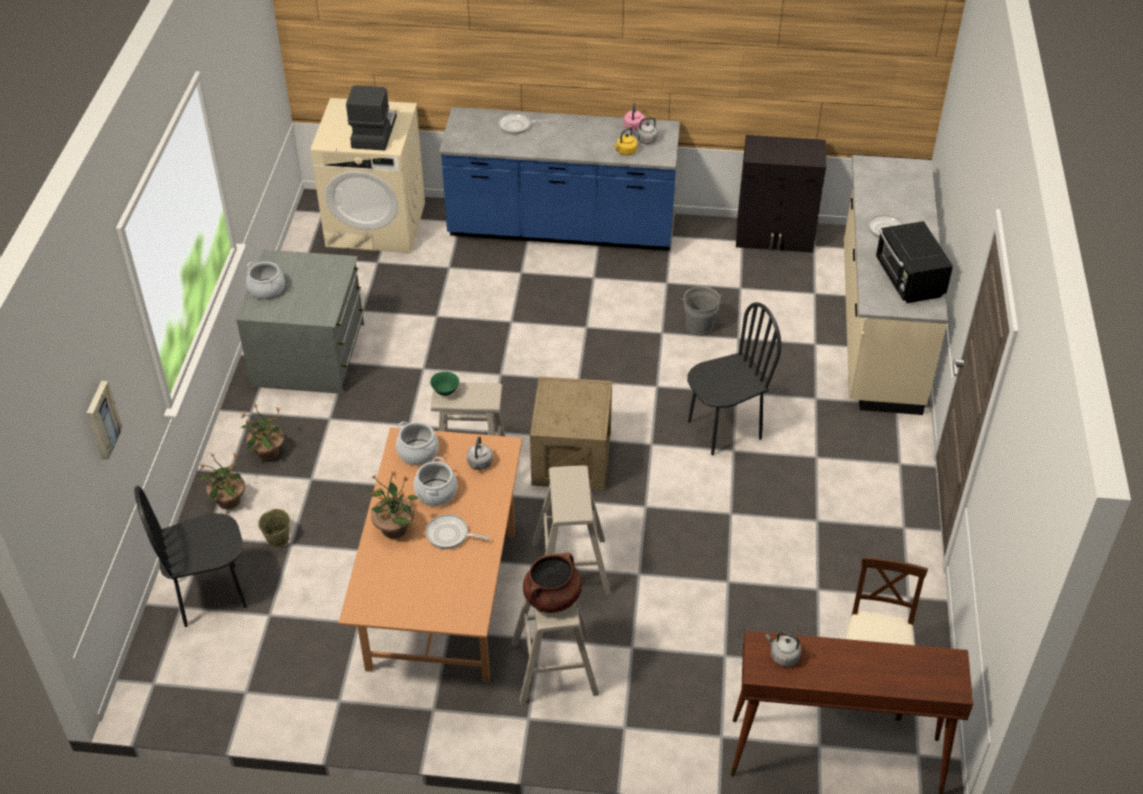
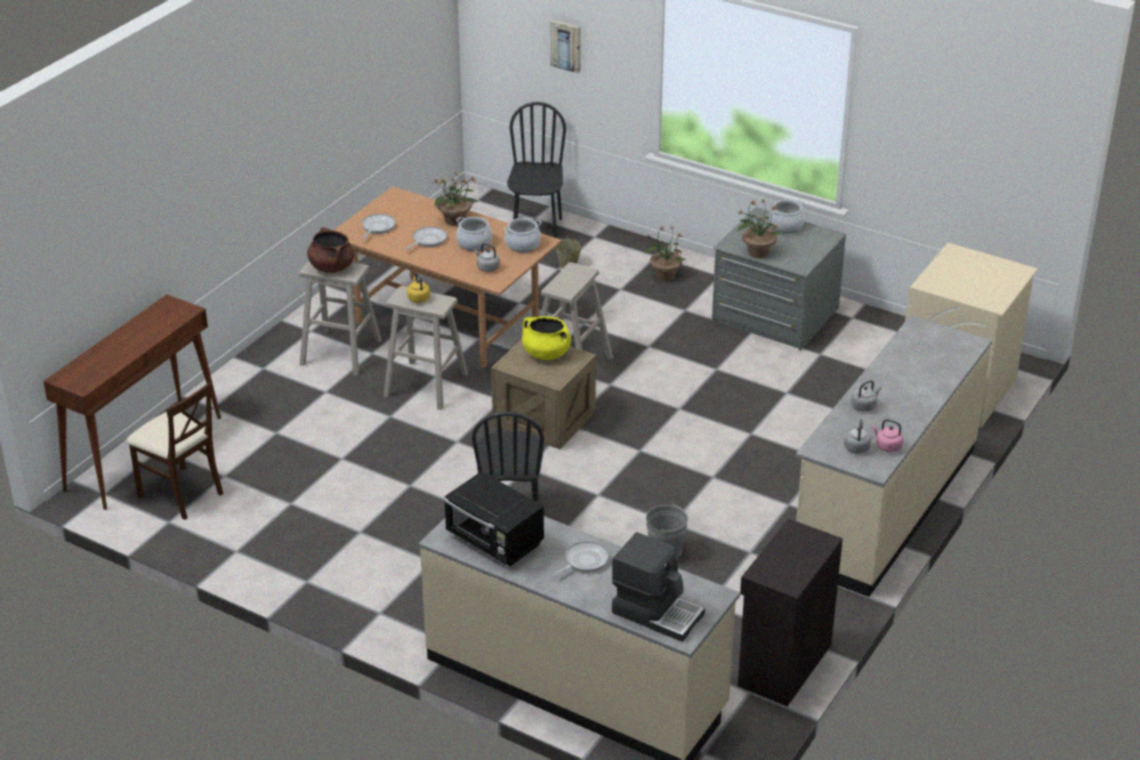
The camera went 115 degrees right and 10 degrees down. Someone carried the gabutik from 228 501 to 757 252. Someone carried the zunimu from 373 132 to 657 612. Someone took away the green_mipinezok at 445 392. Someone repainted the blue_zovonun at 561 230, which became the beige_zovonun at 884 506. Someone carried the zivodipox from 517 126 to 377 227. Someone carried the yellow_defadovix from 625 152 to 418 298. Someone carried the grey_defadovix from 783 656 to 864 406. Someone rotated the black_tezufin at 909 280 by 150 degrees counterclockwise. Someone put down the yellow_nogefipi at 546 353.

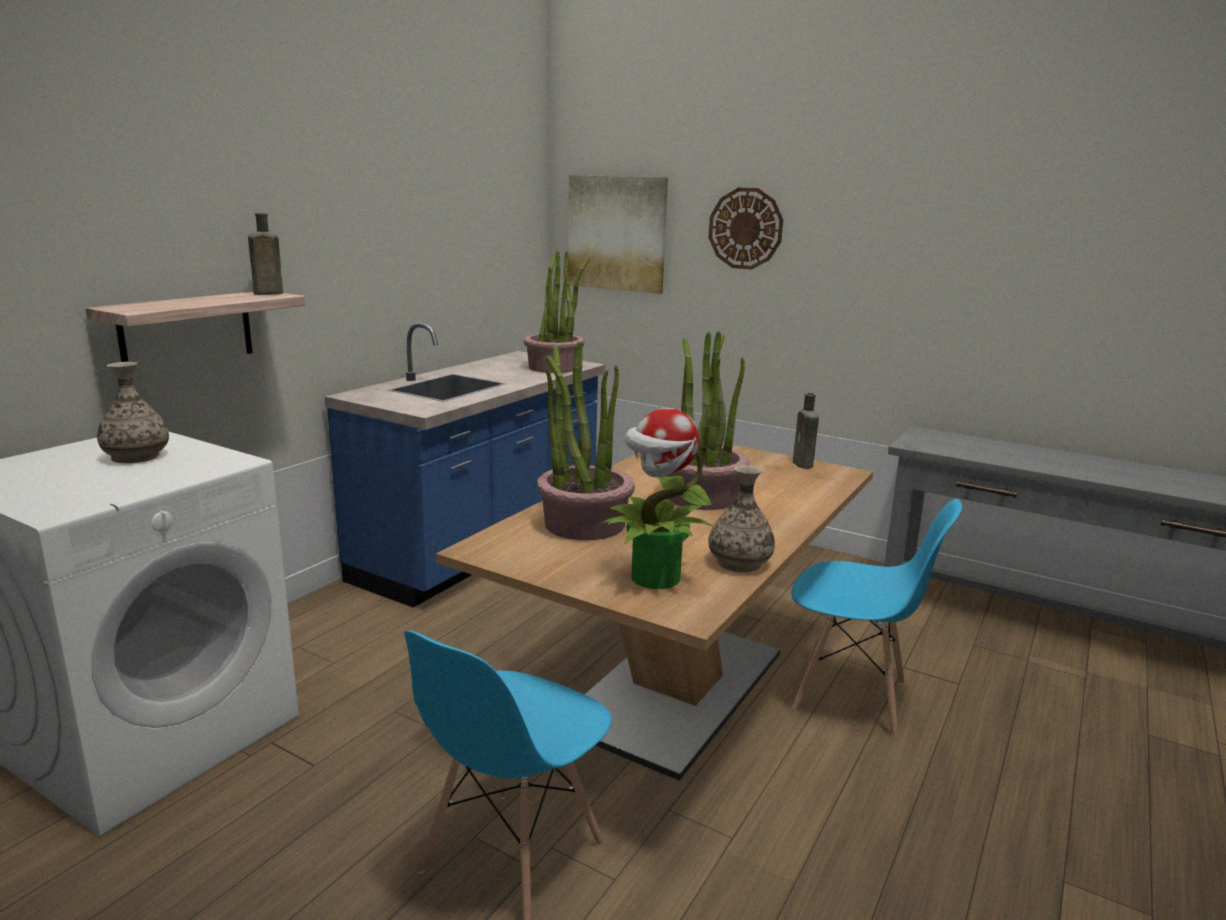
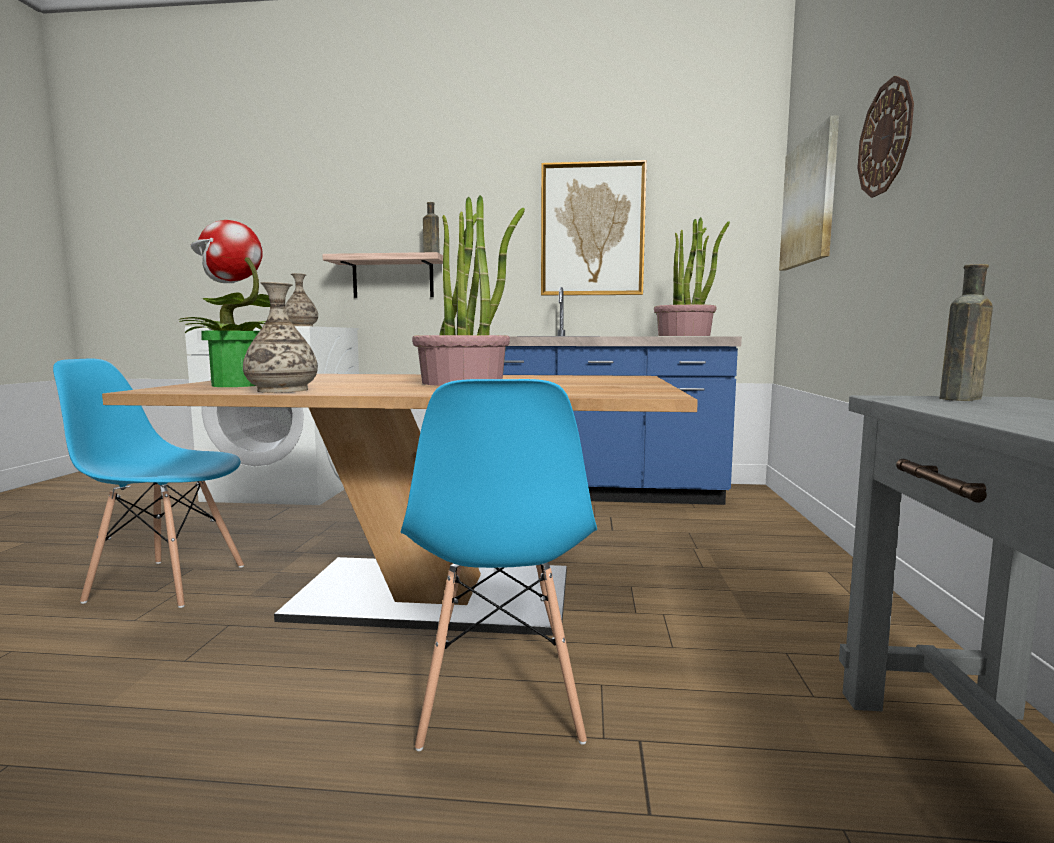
The camera went 65 degrees right and 10 degrees down. Someone took away the gabutik at 584 523. Someone carried the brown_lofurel from 803 465 to 960 399. Someone put up the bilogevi at 592 230.

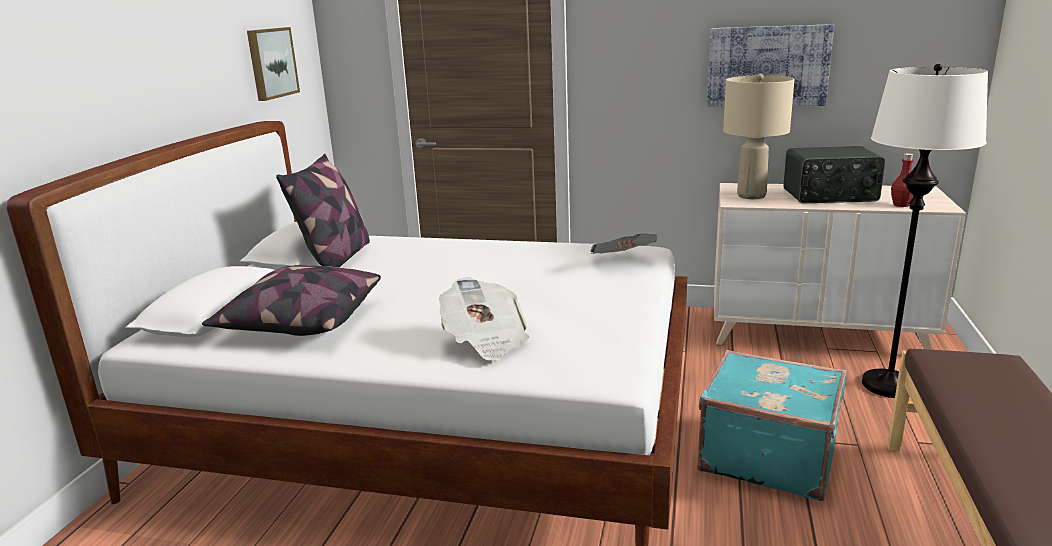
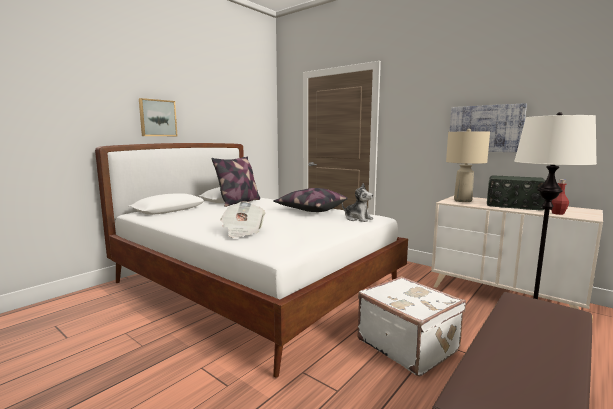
The camera went 25 degrees right and 10 degrees down. Someone carried the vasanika from 300 323 to 310 210. Someone carried the bilogevi from 271 63 to 157 118. Someone swapped the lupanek at 623 262 for the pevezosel at 358 219. Someone repainted the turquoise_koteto at 767 456, which became the white_koteto at 408 344.

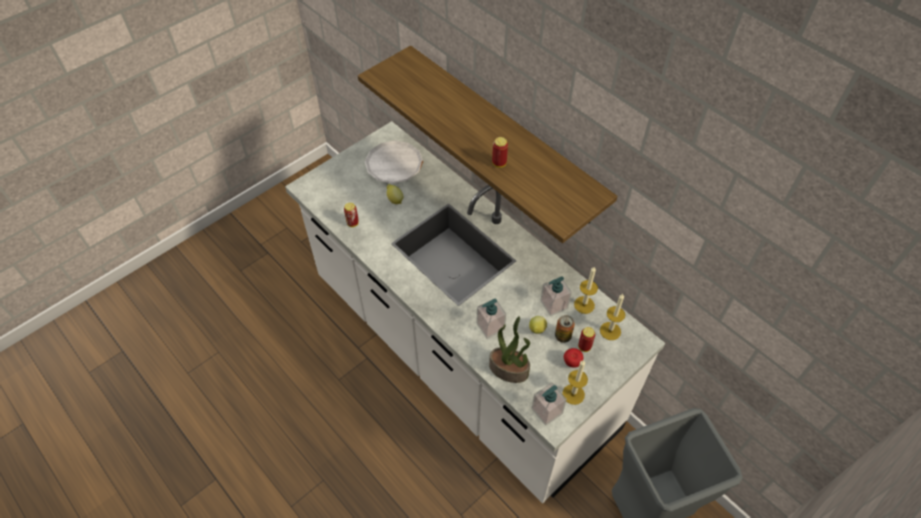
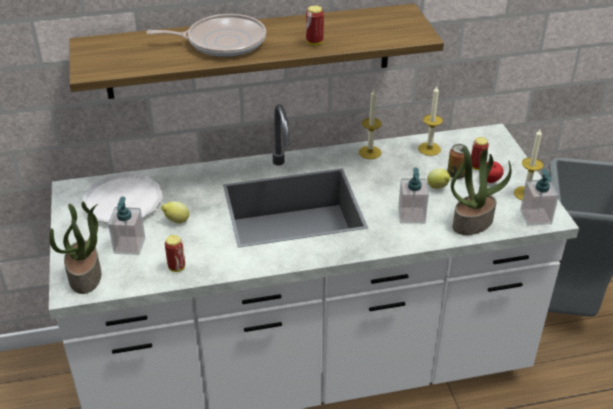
The camera went 60 degrees left and 15 degrees down. Someone carried the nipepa from 553 305 to 129 246. Someone carried the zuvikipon from 610 331 to 370 152. Someone put down the gabutik at 86 276. Someone put down the zivodipox at 222 42.

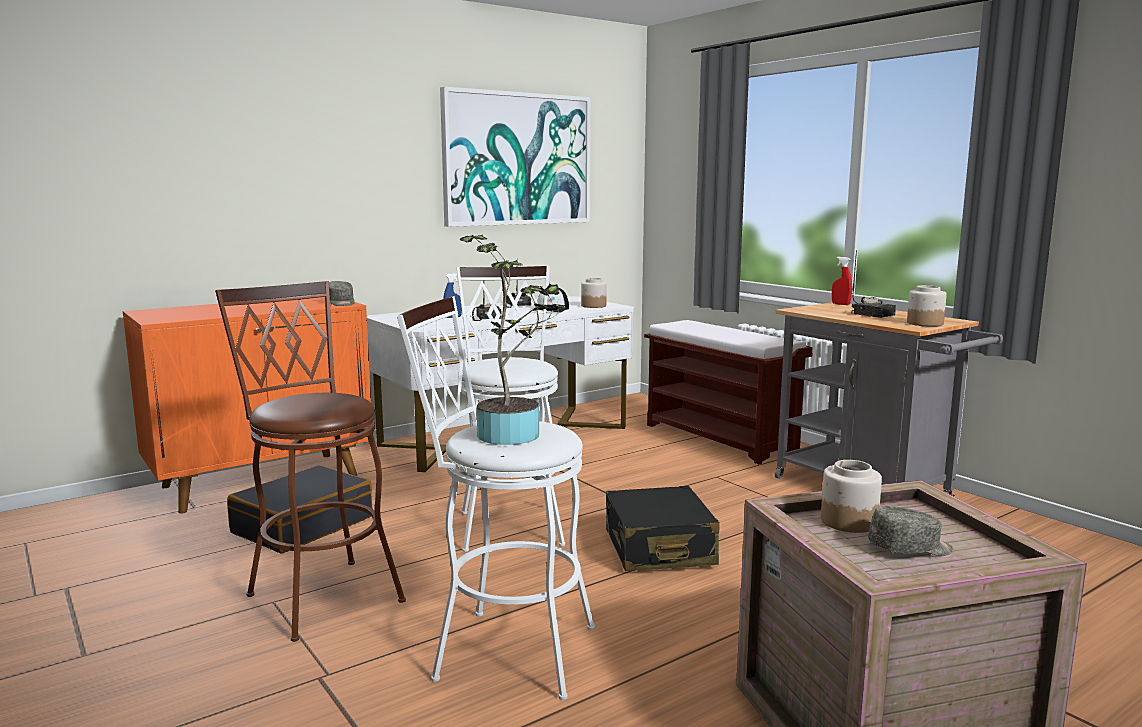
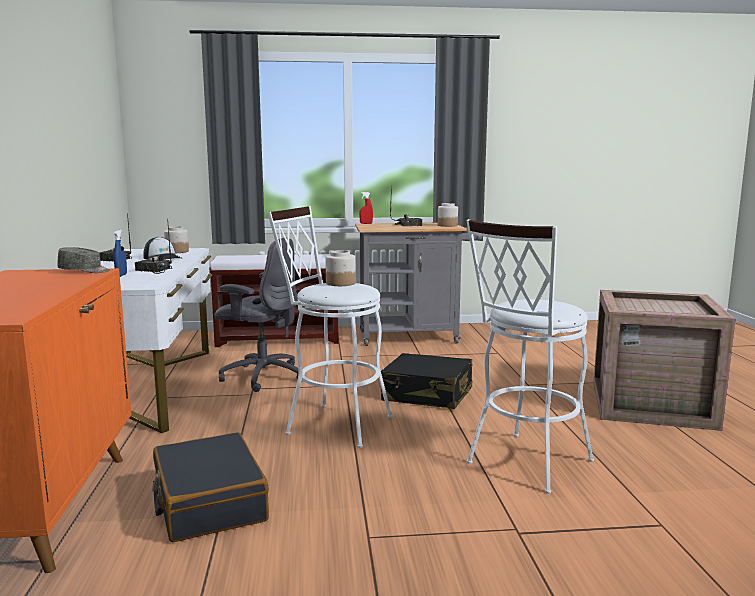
The camera went 60 degrees left and 0 degrees up. Someone took away the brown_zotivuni at 320 593. Someone took away the bilogevi at 517 159. Someone took away the gabutik at 514 433. Someone carried the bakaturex from 848 521 to 340 283. Someone took away the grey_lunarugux at 910 548. Someone put down the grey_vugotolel at 262 376.

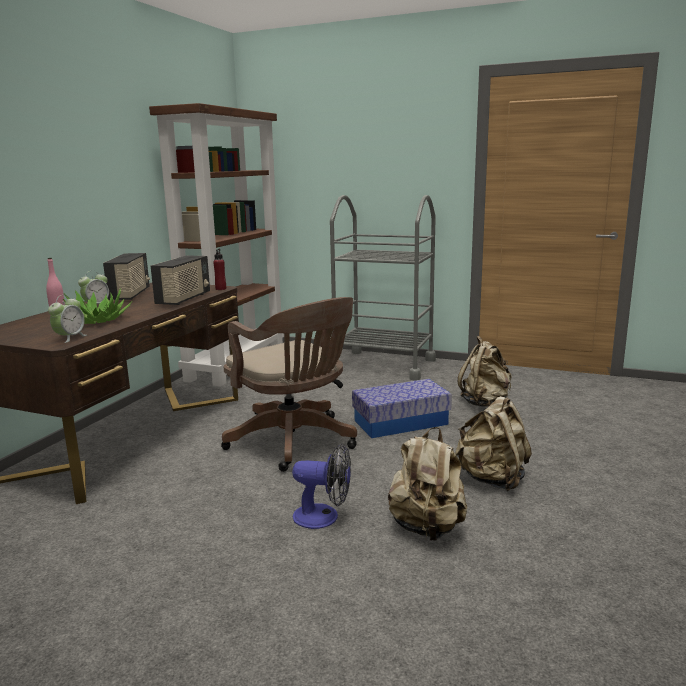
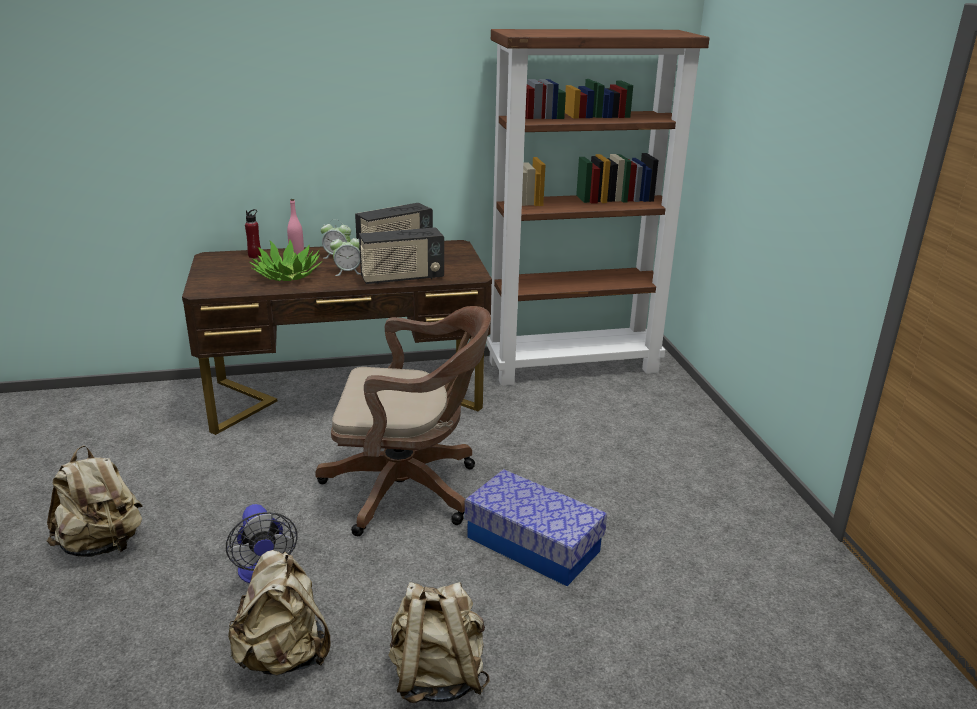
The camera went 55 degrees right and 10 degrees up. Someone carried the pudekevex from 70 338 to 348 272. Someone carried the red_lofurel from 221 289 to 255 256. Someone rotated the brown_vugotolel at 295 442 by 105 degrees counterclockwise. Someone took away the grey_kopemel at 383 365. Someone carried the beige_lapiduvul from 485 403 to 102 544.

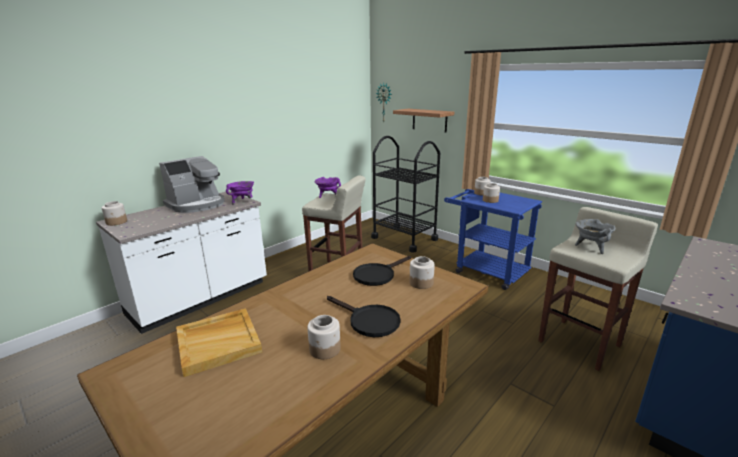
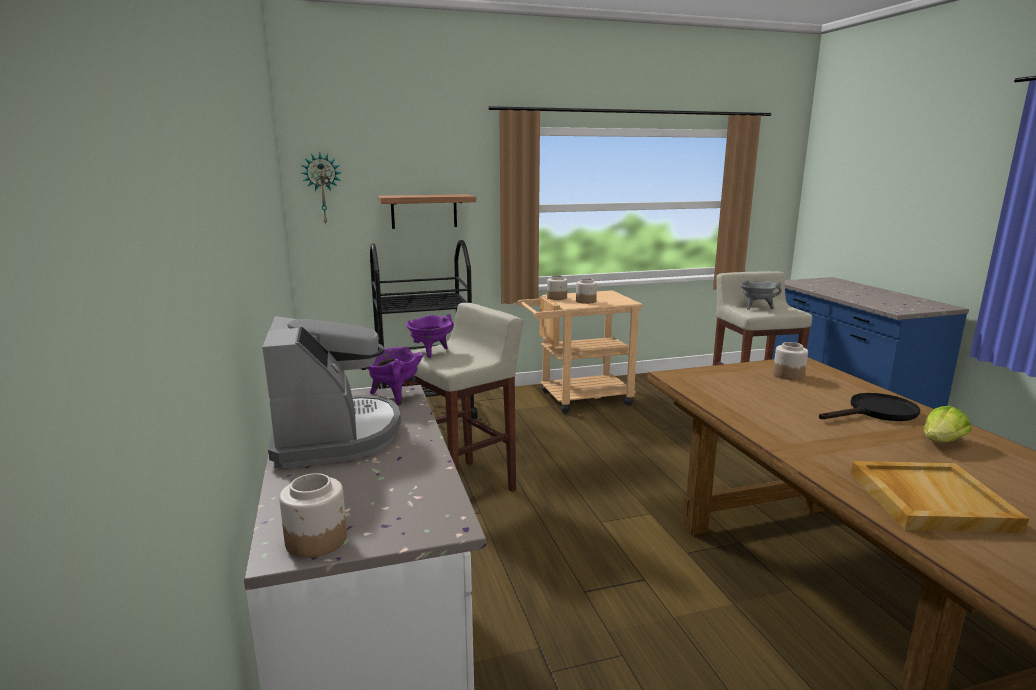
The camera went 60 degrees left and 5 degrees down. Someone swapped the bakaturex at 325 349 for the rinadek at 942 442. Someone took away the black_zivodipox at 378 274. Someone repainted the blue_kopemel at 485 270, which became the beige_kopemel at 577 399.

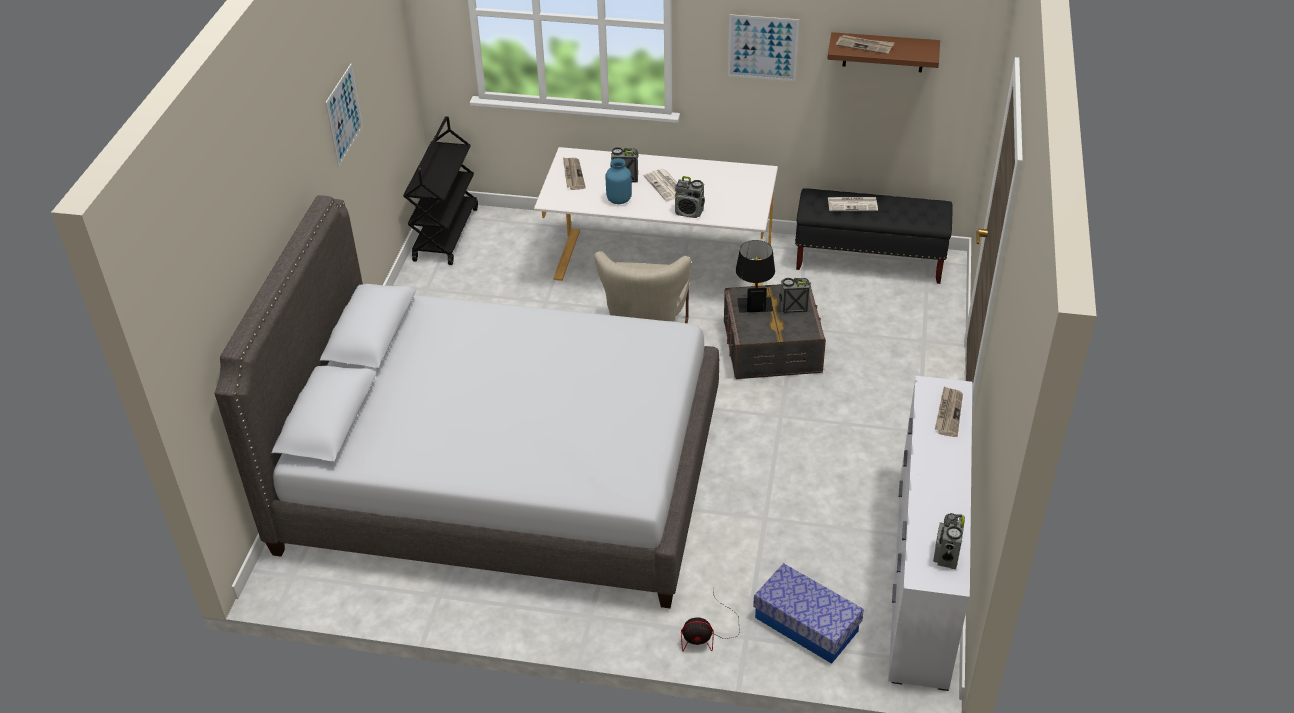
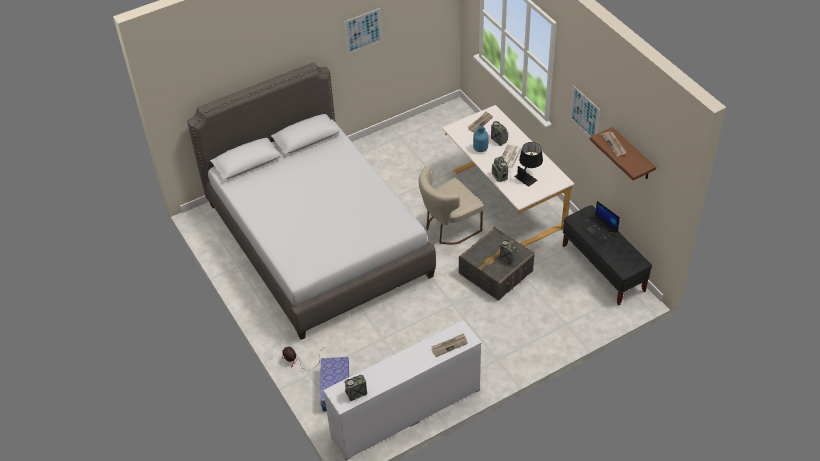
The camera went 50 degrees right and 5 degrees up. Someone took away the black_kopemel at 445 233. Someone carried the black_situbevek from 754 299 to 528 176. Someone swapped the lupanek at 853 204 for the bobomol at 599 230.

